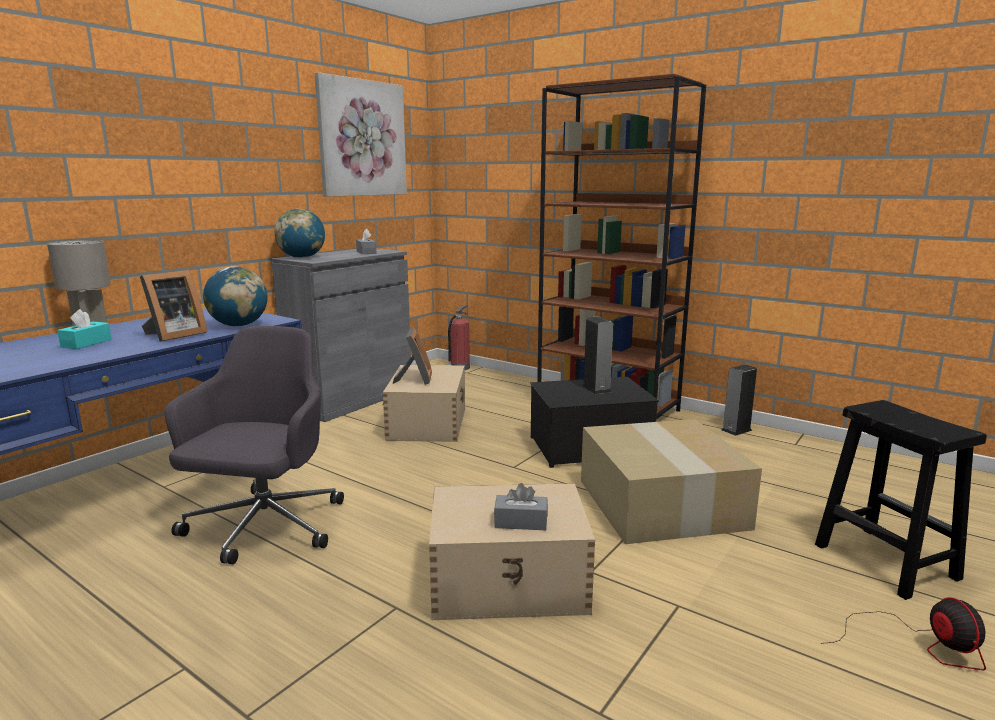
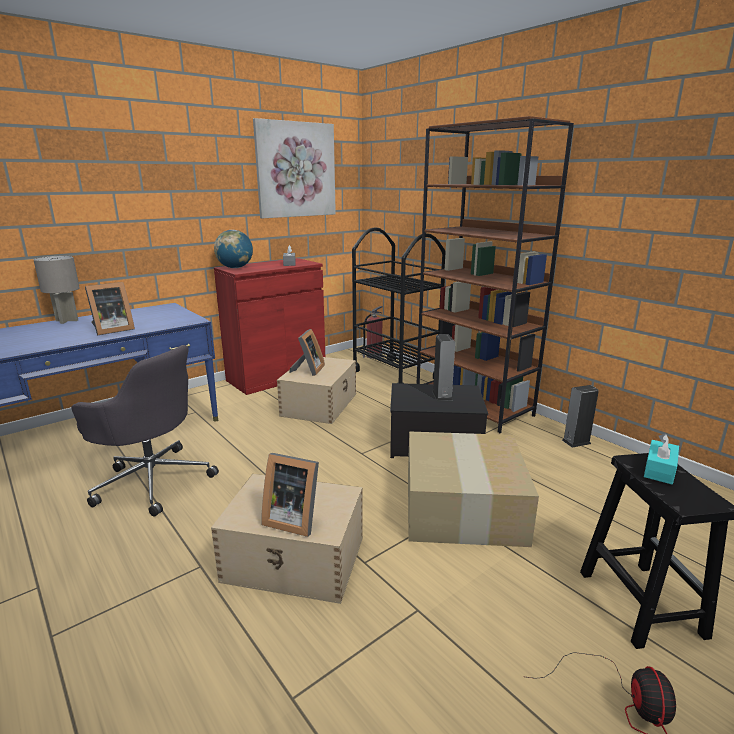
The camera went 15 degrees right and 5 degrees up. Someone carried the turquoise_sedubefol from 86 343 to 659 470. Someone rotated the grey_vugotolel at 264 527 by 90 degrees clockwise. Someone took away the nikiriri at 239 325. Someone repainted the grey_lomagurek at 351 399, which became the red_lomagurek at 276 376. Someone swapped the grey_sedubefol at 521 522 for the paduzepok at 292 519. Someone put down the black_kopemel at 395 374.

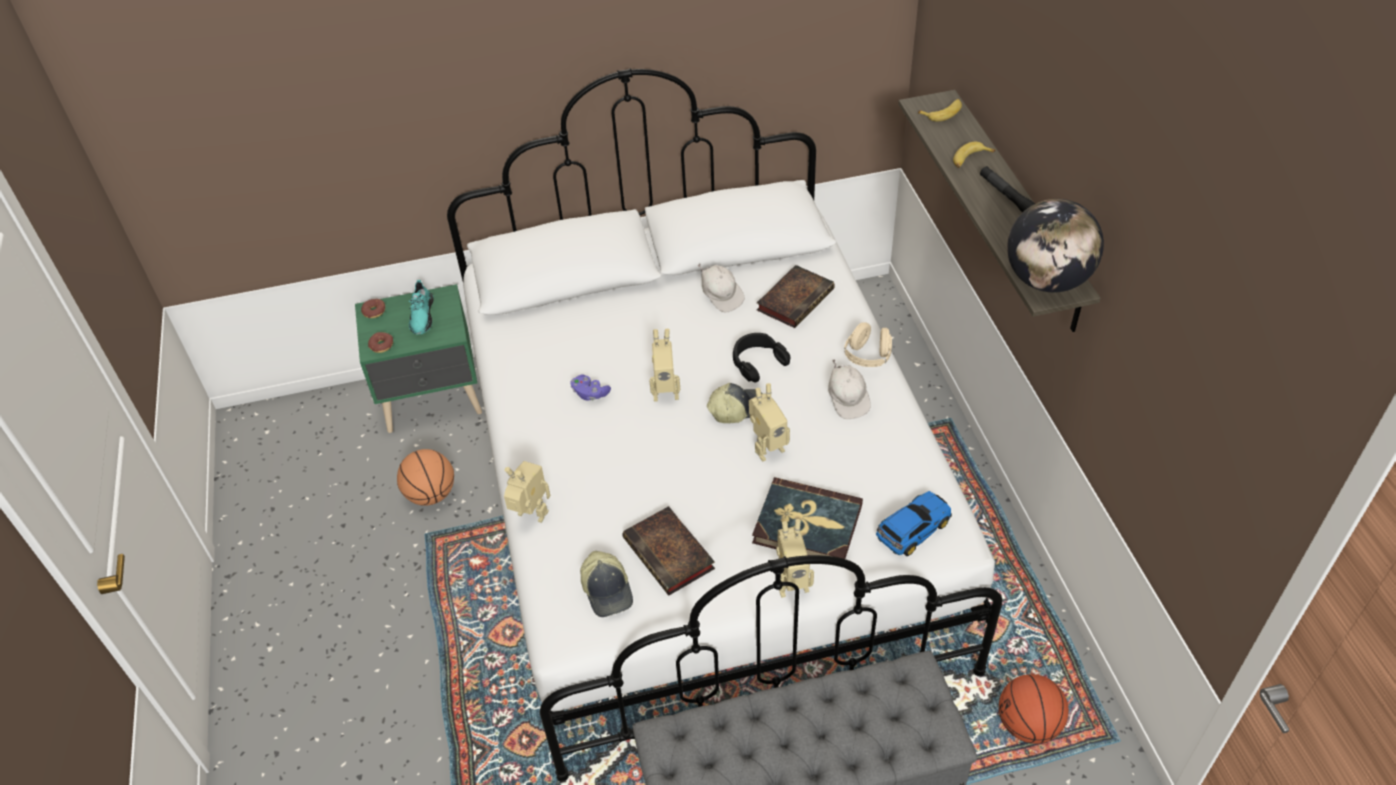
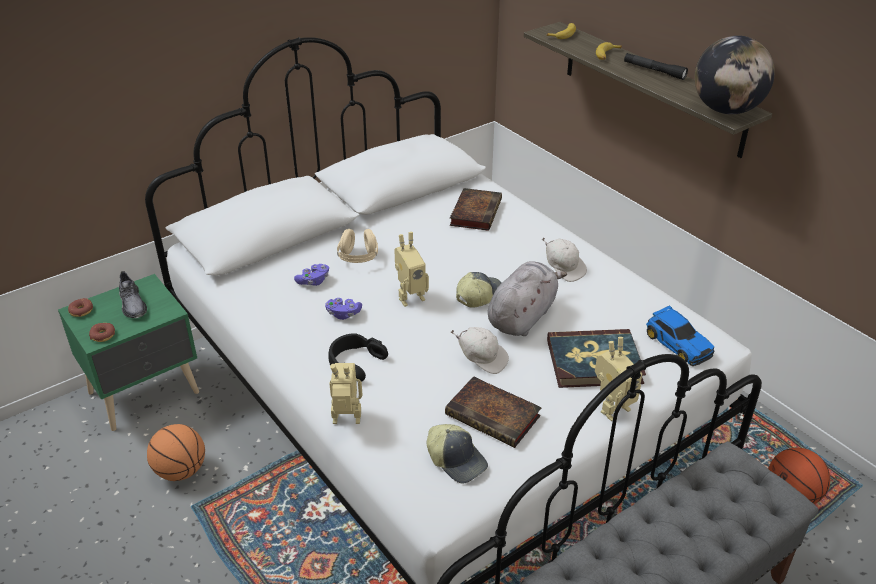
The camera went 25 degrees left and 10 degrees down. Someone repainted the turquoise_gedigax at 422 316, which became the grey_gedigax at 132 304. Someone carried the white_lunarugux from 721 296 to 482 359. Someone carried the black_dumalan from 758 362 to 355 362. Someone swapped the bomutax at 767 448 for the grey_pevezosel at 523 316. Someone carried the beige_dumalan from 867 357 to 358 258. Someone rotated the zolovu at 911 529 by 120 degrees clockwise. Someone put down the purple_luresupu at 313 281.

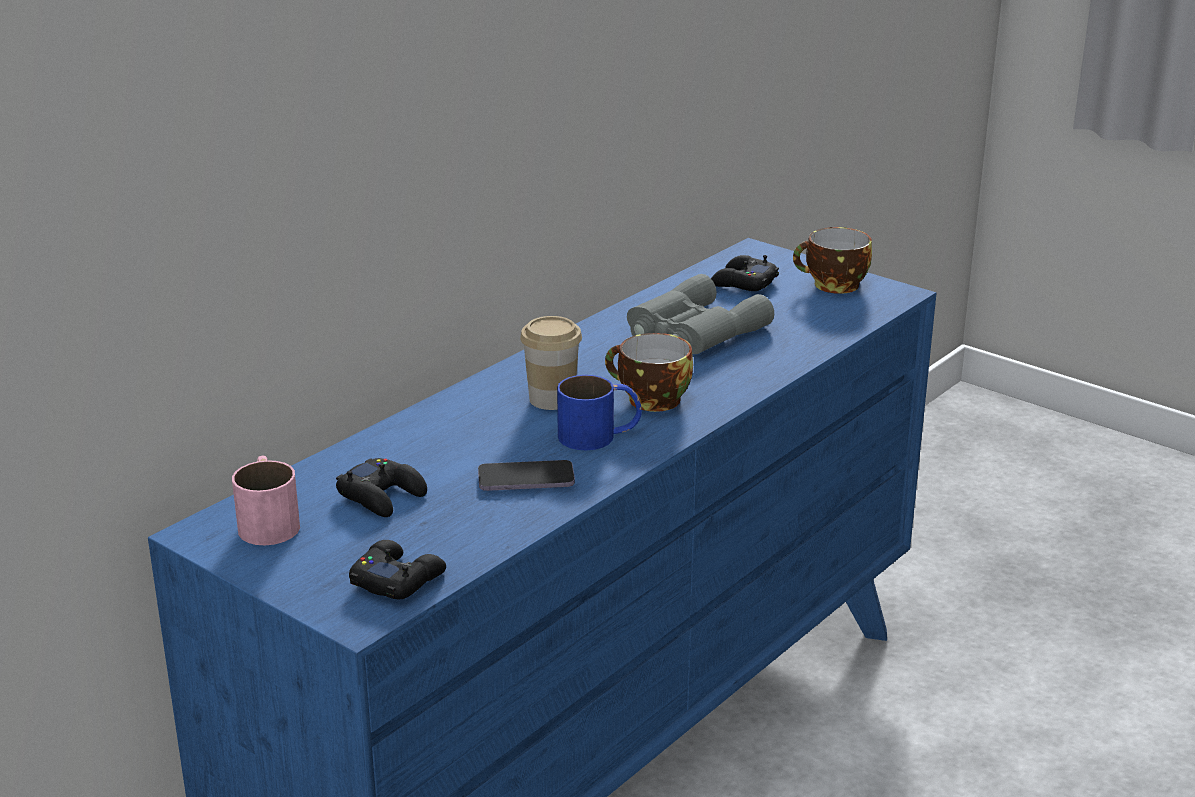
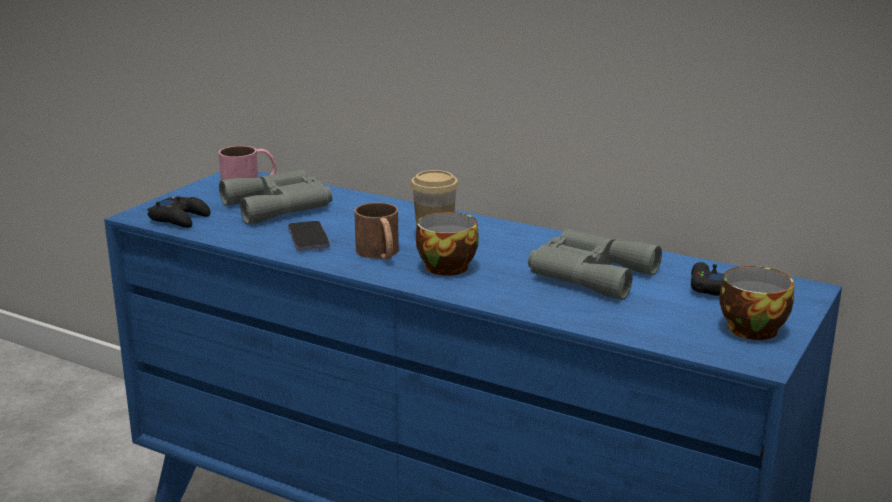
The camera went 80 degrees right and 5 degrees down. Someone swapped the black_luresupu at 382 496 for the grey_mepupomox at 281 206. Someone repainted the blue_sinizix at 600 435, which became the brown_sinizix at 380 254.

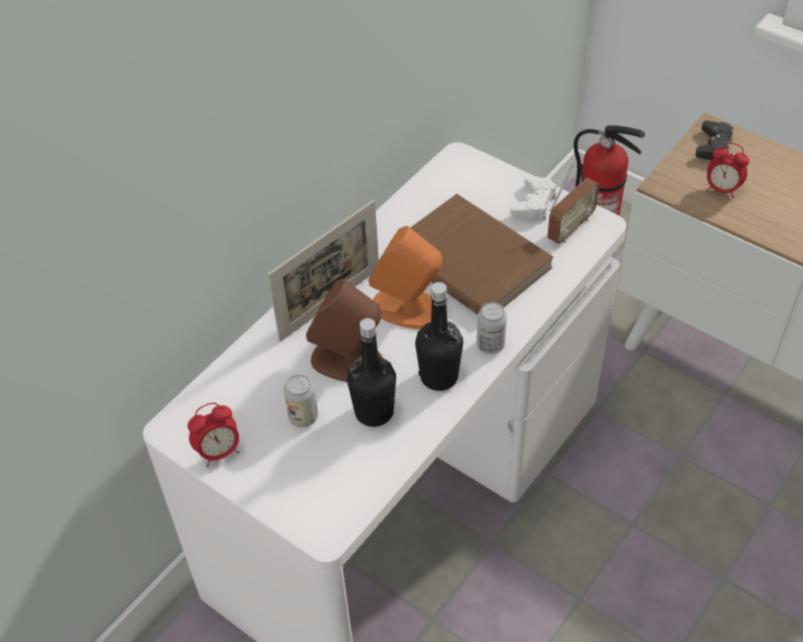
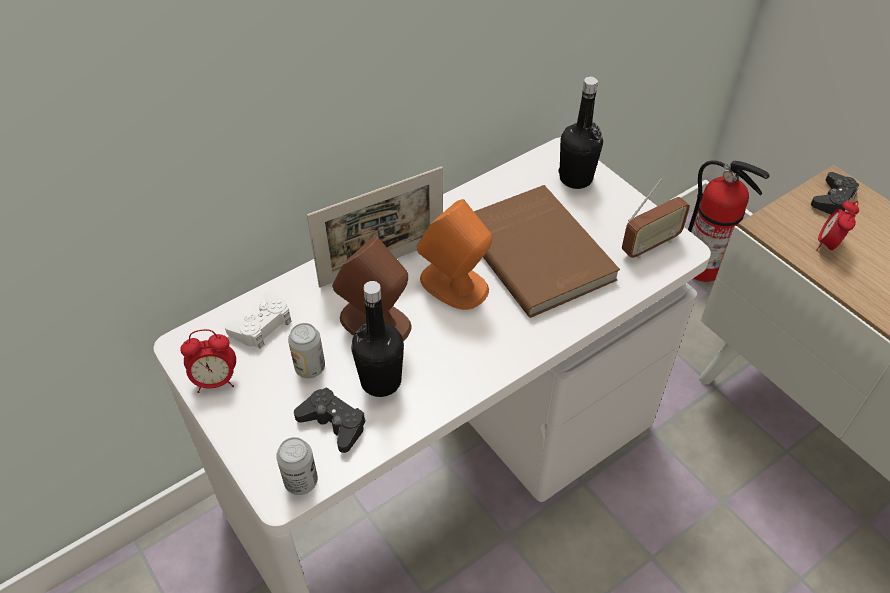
The camera went 15 degrees right and 0 degrees up. Someone carried the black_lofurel from 439 377 to 575 178. Someone carried the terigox from 490 345 to 301 481. Someone carried the white_luresupu from 533 204 to 262 325. Someone rotated the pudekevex at 721 190 by 75 degrees clockwise. Someone put down the black_luresupu at 333 423.

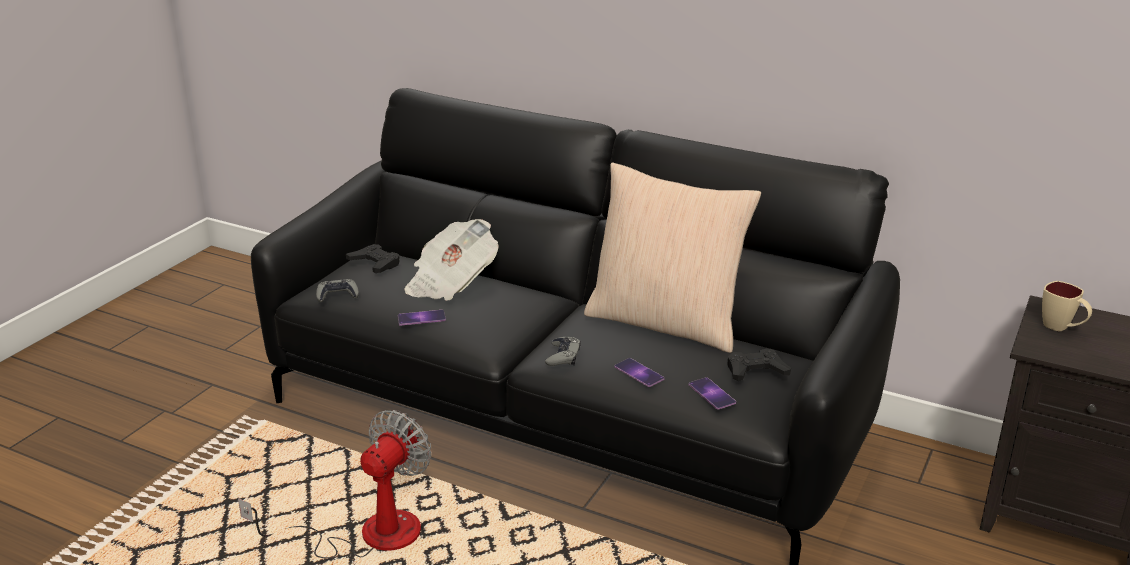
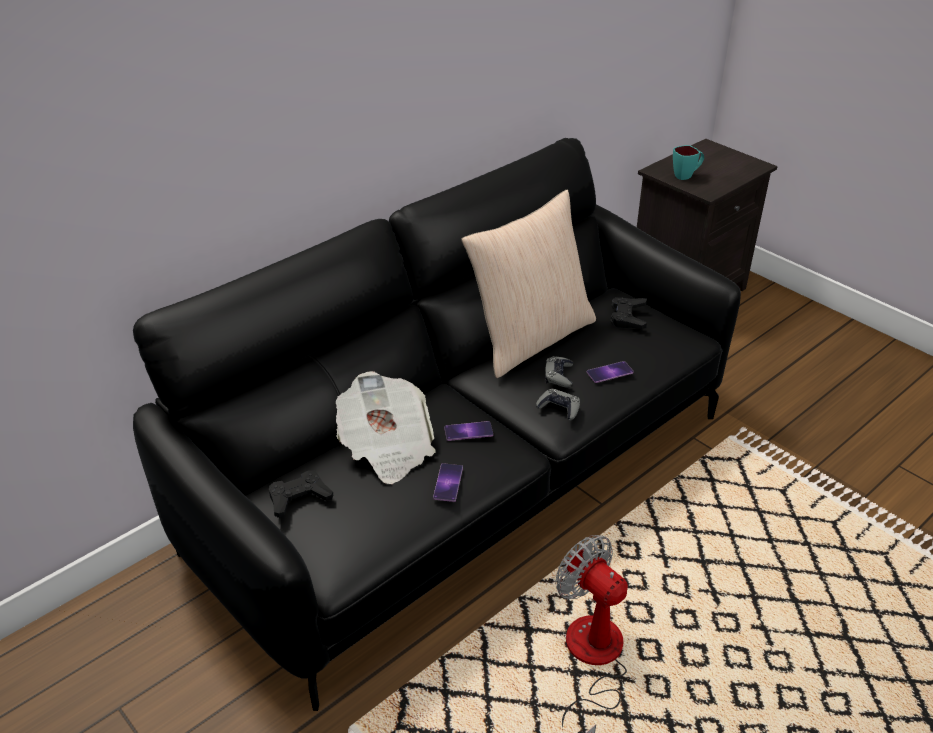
The camera went 70 degrees left and 10 degrees up. Someone carried the grey_luresupu from 337 295 to 558 375. Someone carried the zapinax from 712 393 to 468 431. Someone repainted the beige_sinizix at 1061 328, which became the turquoise_sinizix at 686 175.

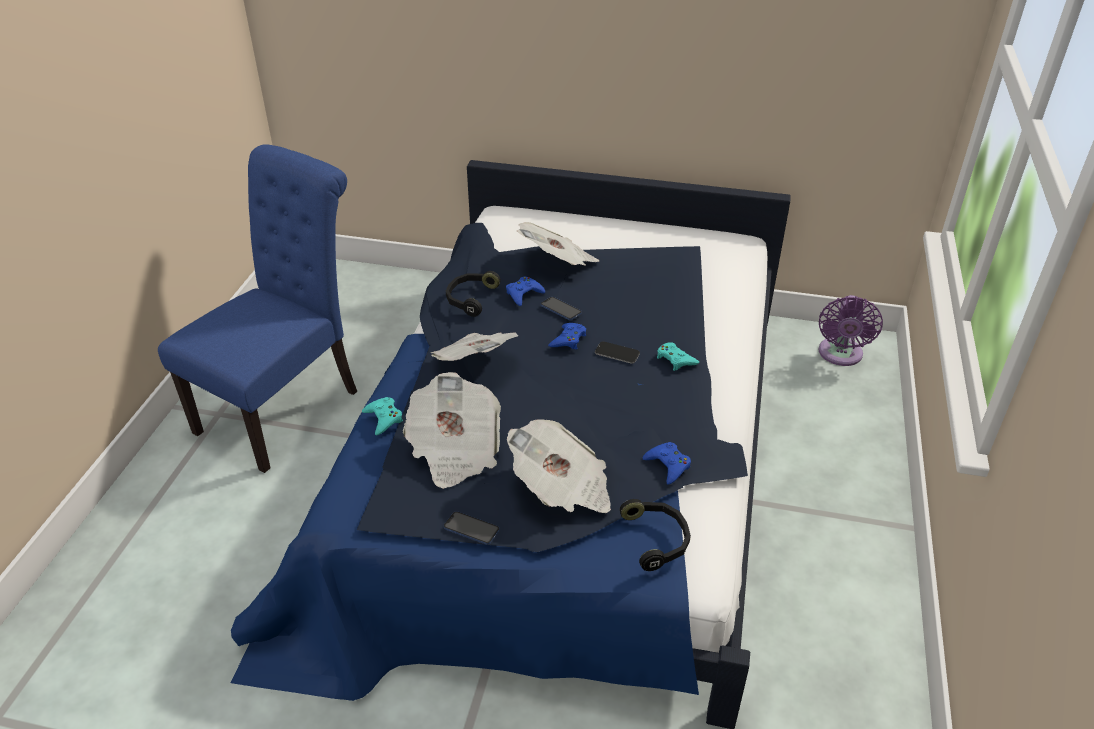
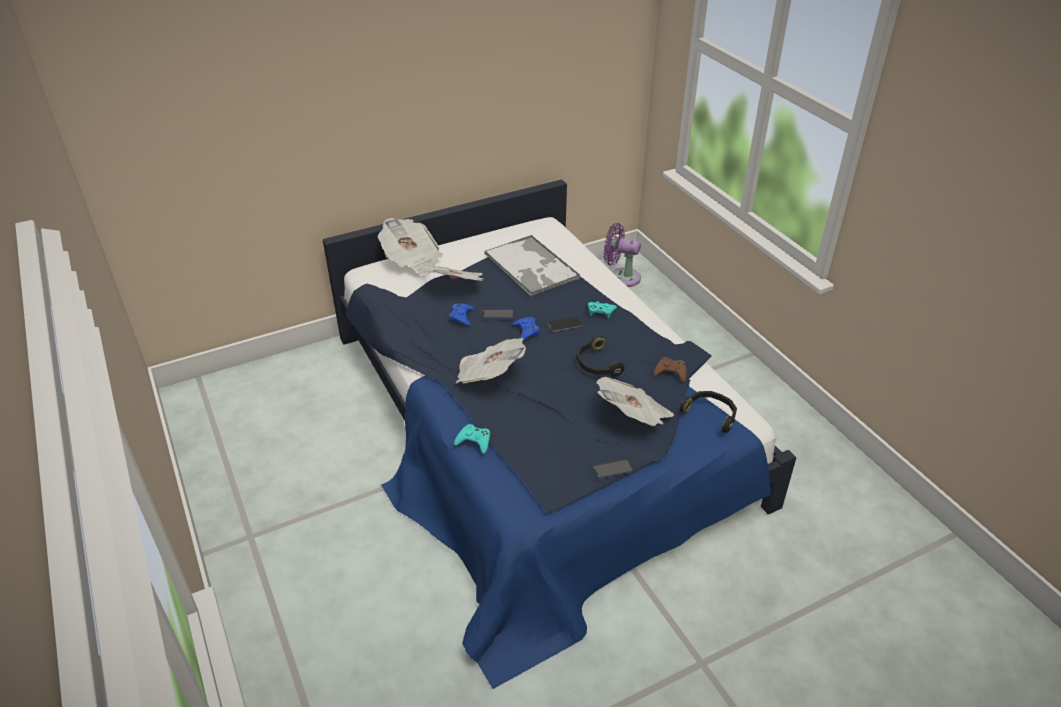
The camera went 40 degrees left and 0 degrees up. Someone took away the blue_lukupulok at 286 406. Someone carried the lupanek from 454 450 to 412 260. Someone carried the black_dumalan from 470 298 to 596 364. Someone repainted the blue_luresupu at 668 465, which became the brown_luresupu at 671 372. Someone rotated the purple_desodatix at 840 355 by 135 degrees clockwise. Someone put down the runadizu at 532 267.

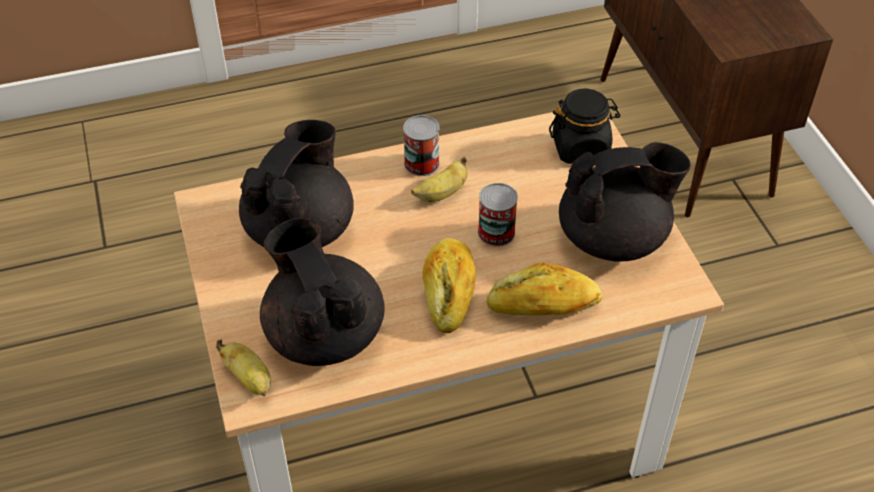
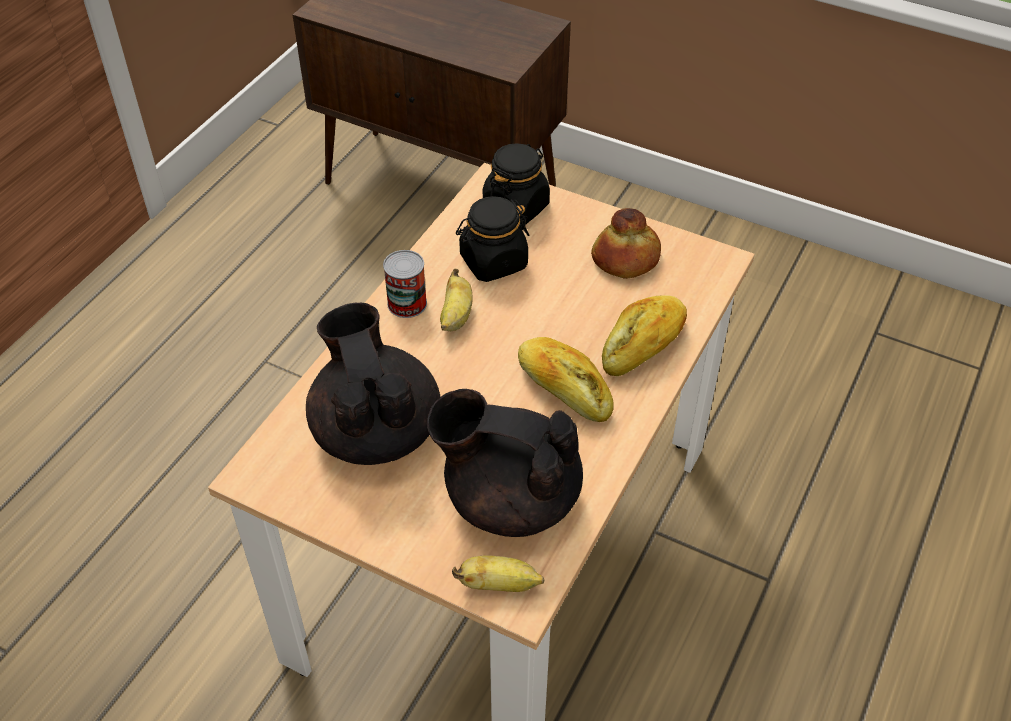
The camera went 45 degrees left and 0 degrees up. Someone took away the terigox at 496 232. Someone swapped the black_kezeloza at 614 238 for the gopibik at 626 259. Someone put down the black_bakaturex at 493 262.

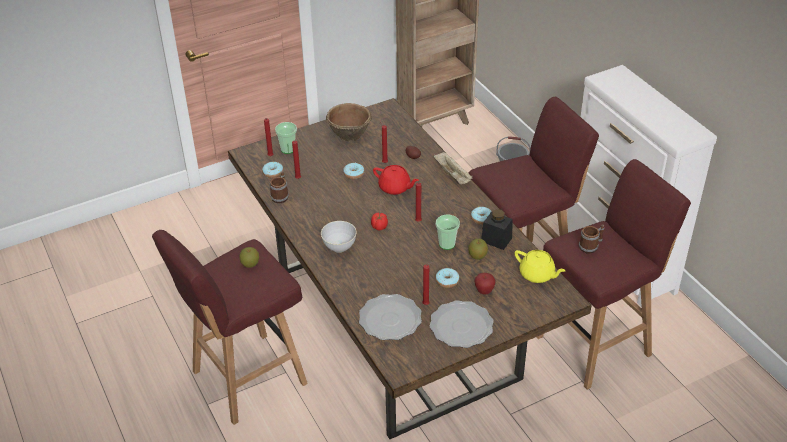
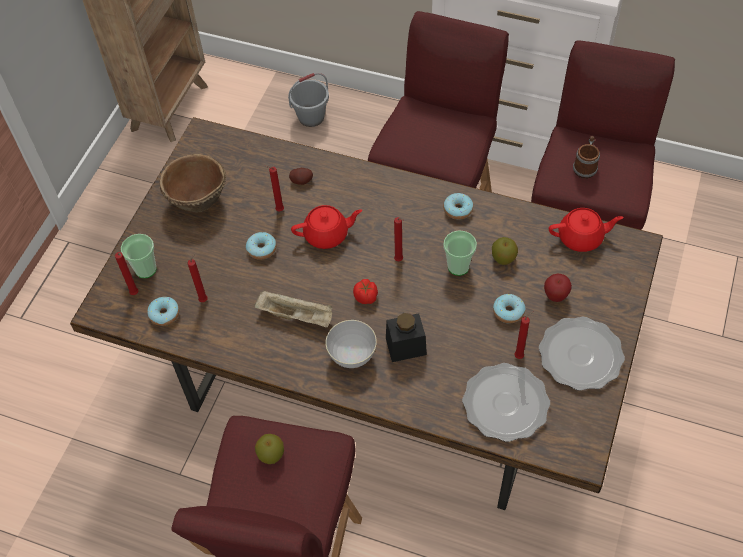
The camera went 40 degrees left and 15 degrees up. Someone took away the sinizix at 281 196. Someone carried the beige_runadizu from 453 175 to 296 316. Someone carried the black_bakaturex from 496 240 to 406 346. Someone repainted the yellow_kezeloza at 537 275, which became the red_kezeloza at 581 238.

